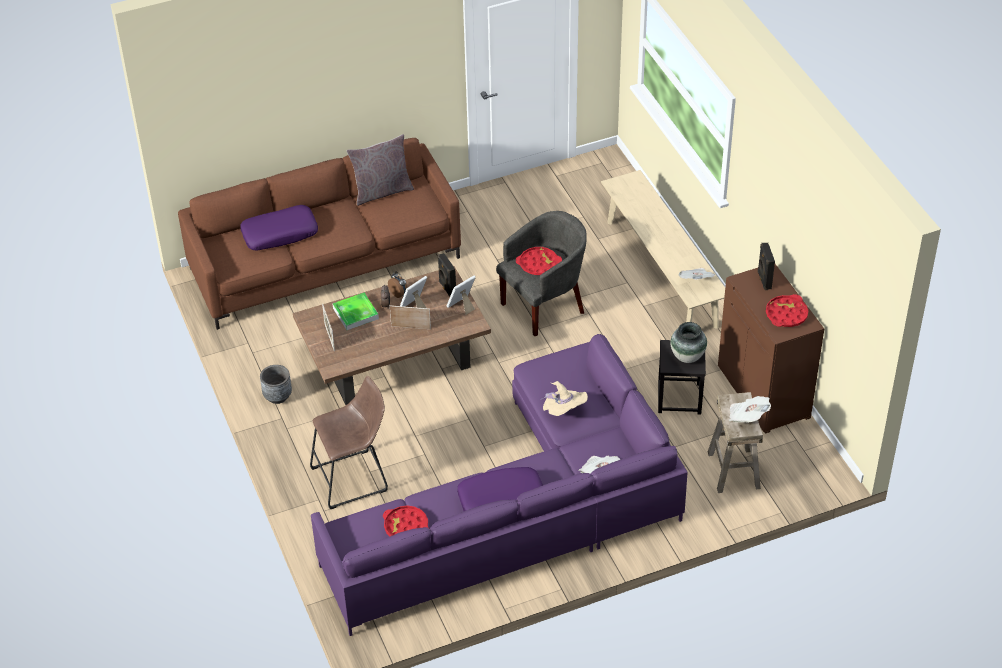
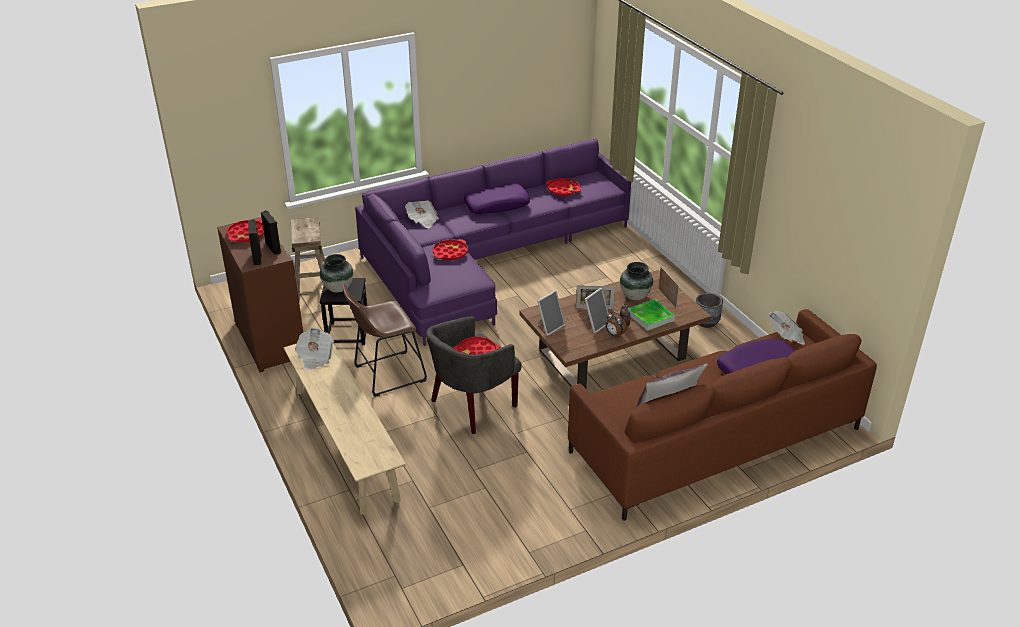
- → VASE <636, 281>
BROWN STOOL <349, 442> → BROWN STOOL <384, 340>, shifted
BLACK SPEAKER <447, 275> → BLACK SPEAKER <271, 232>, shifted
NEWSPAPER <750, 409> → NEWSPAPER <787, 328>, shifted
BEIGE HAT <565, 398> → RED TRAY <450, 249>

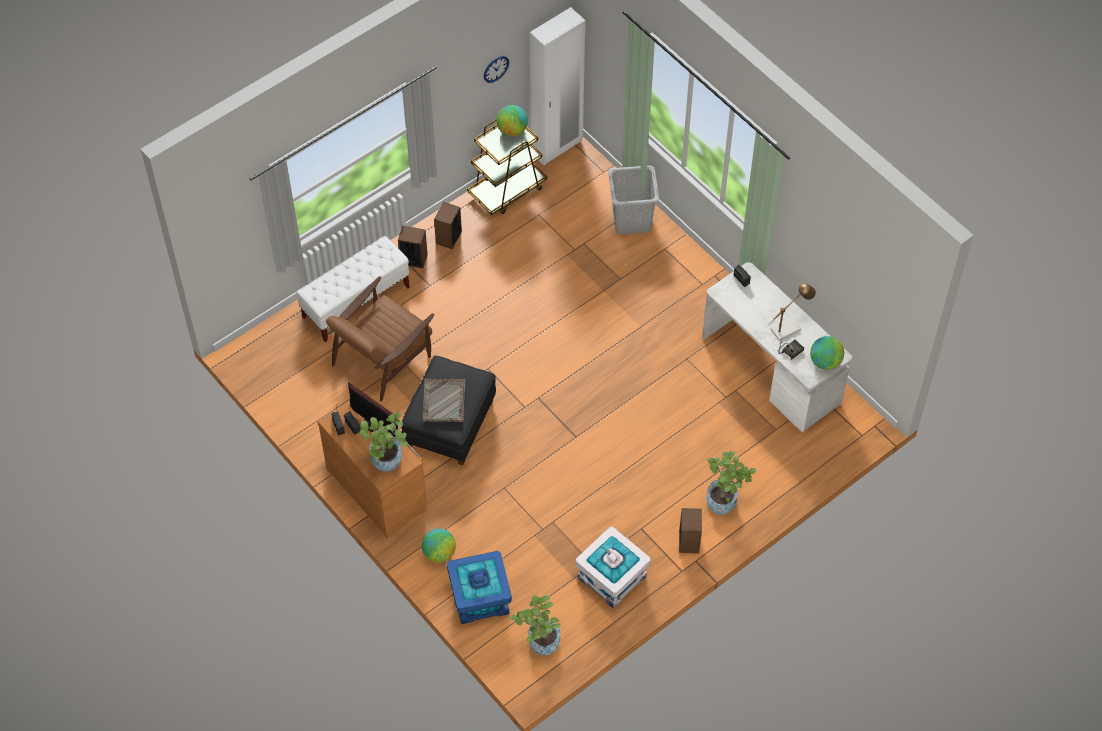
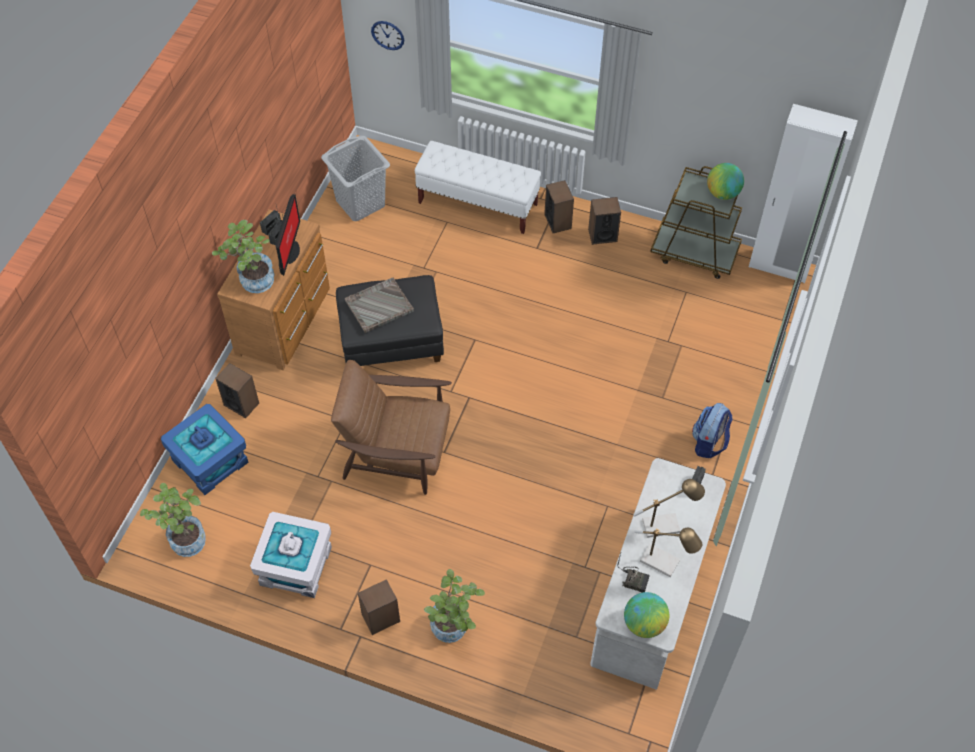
- → TABLE LAMP <669, 508>
- → BACKPACK <712, 430>
BROWN ARMCHAIR <380, 339> → BROWN ARMCHAIR <391, 427>, shifted
WALL CLOCK <496, 69> → WALL CLOCK <387, 35>, shifted
GREY LAUNDRY BASKET <633, 199> → GREY LAUNDRY BASKET <355, 178>, shifted
GLOBE <439, 546> → SPEAKER <237, 391>

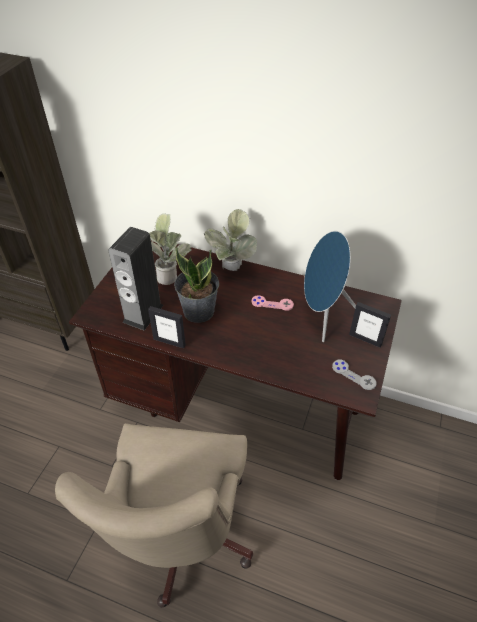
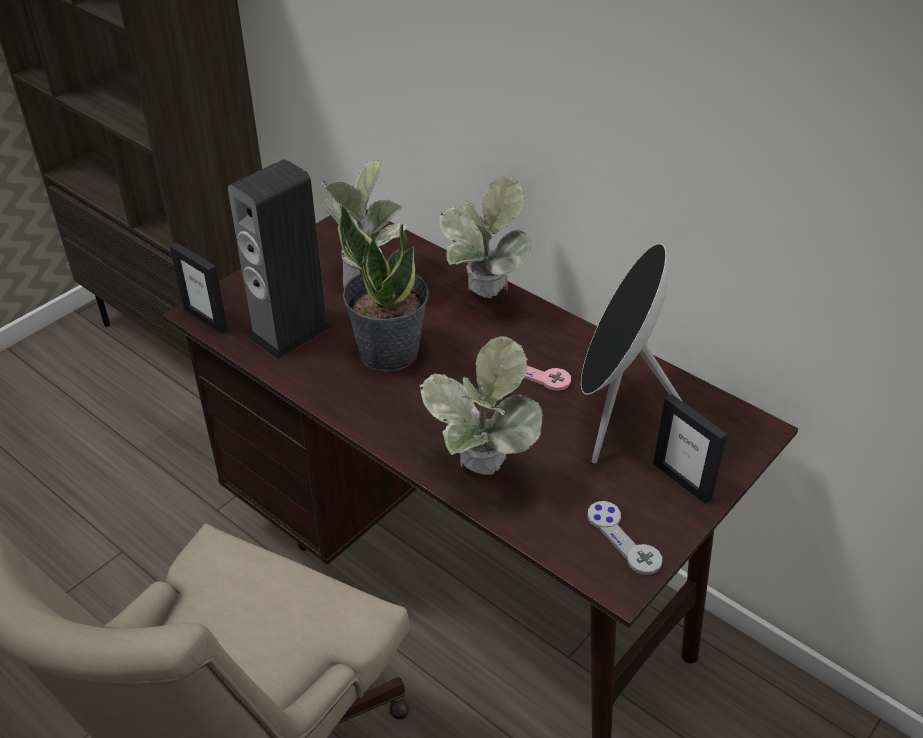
- → POTTED PLANT <481, 405>
PICTURE FRAME <167, 327> → PICTURE FRAME <199, 288>, shifted
BLUE SPEAKER <330, 286> → BLACK SPEAKER <632, 353>

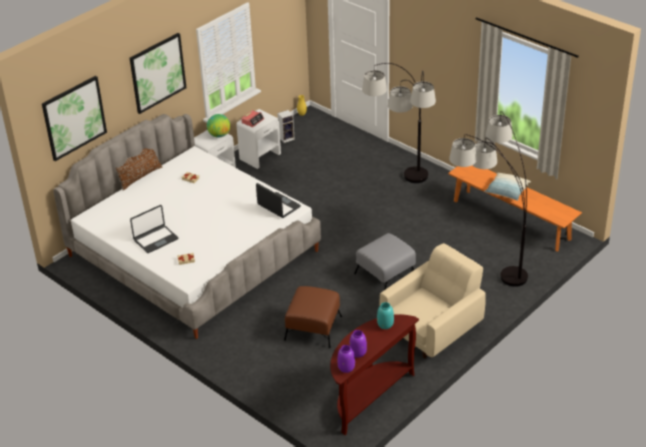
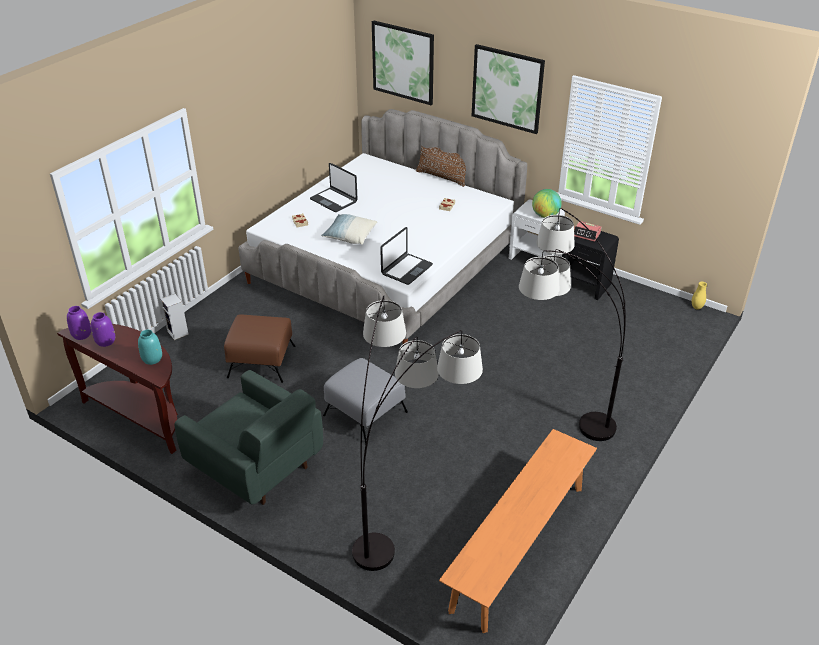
SPEAKER <286, 126> → SPEAKER <174, 317>, shifted
PILLOW <507, 187> → PILLOW <349, 229>, shifted
WHITE NIGHTSTAND <258, 139> → BLACK NIGHTSTAND <590, 265>
BEIGE ARMCHAIR <433, 301> → GREEN ARMCHAIR <249, 437>

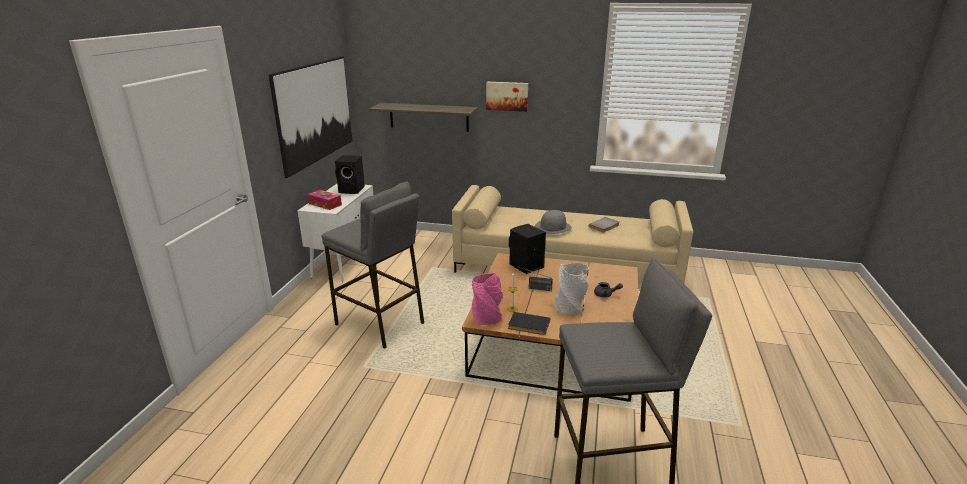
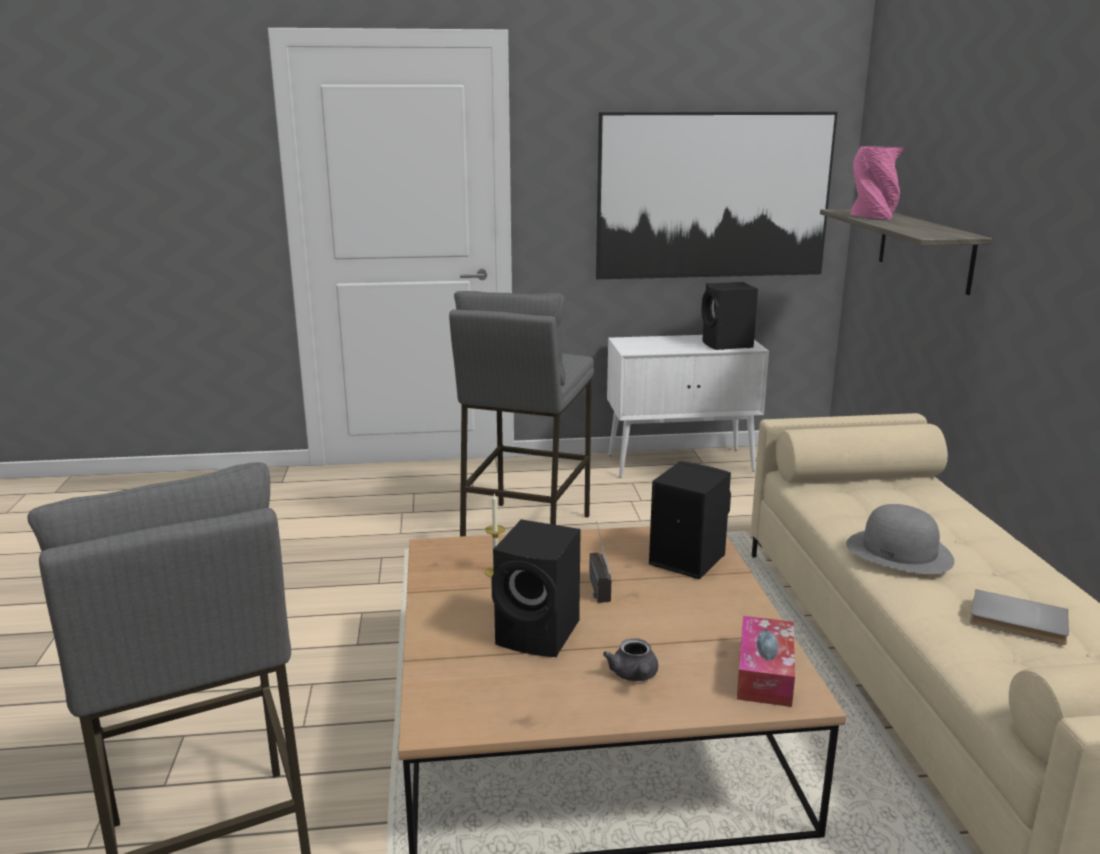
PICTURE <507, 97> → -
BLACK BOOK <529, 323> → -
TISSUE BOX <324, 200> → TISSUE BOX <766, 661>, shifted
PINK VASE <487, 299> → PINK VASE <877, 182>, shifted
GREY VASE <571, 288> → BLACK SPEAKER <536, 588>

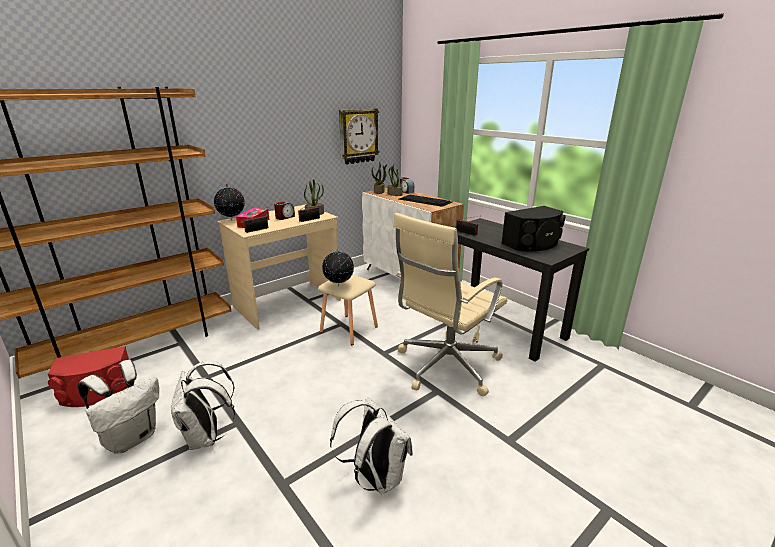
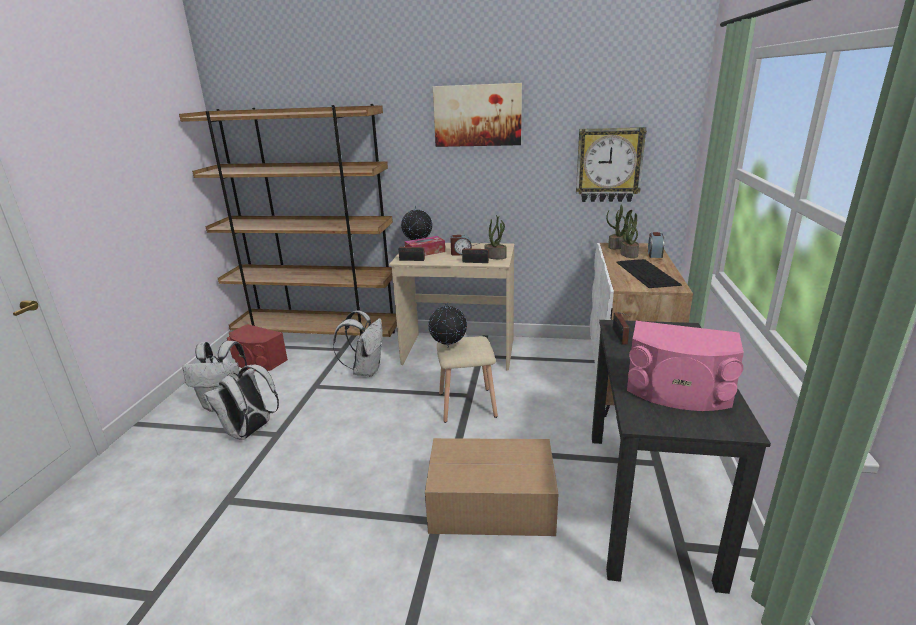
- → PICTURE <477, 115>
WHITE BACKPACK <371, 446> → WHITE BACKPACK <358, 343>, shifted
BEIGE OFFICE CHAIR <450, 304> → CARDBOARD BOX <491, 487>
BLACK SPEAKER <533, 229> → PINK SPEAKER <685, 366>

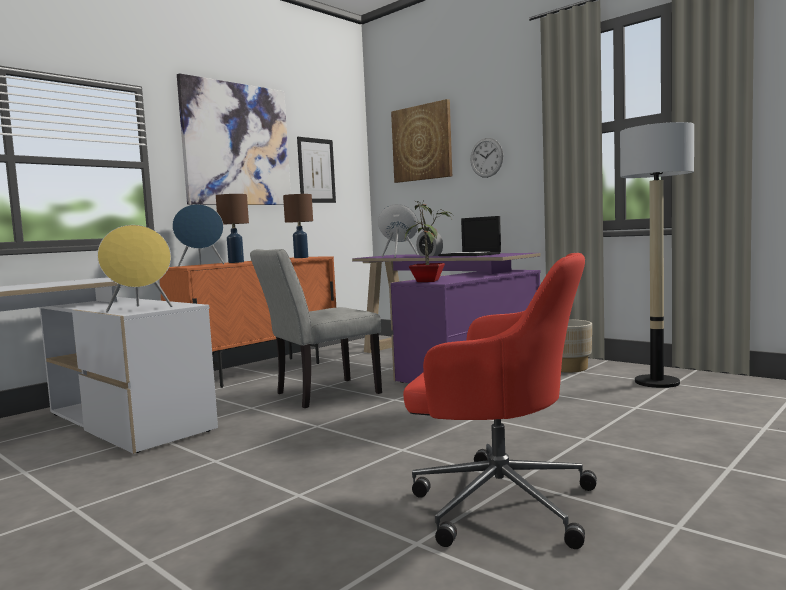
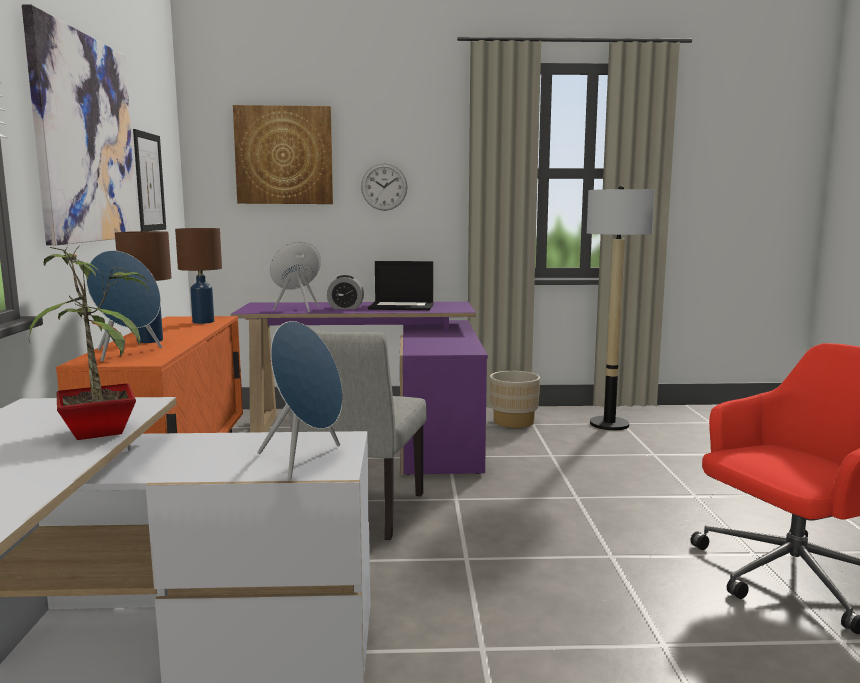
POTTED PLANT <429, 241> → POTTED PLANT <90, 342>, shifted
YELLOW SPEAKER <134, 269> → BLUE SPEAKER <300, 400>

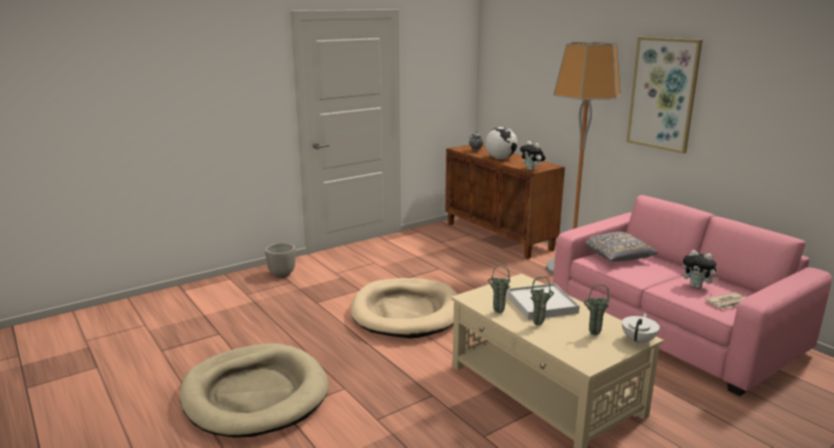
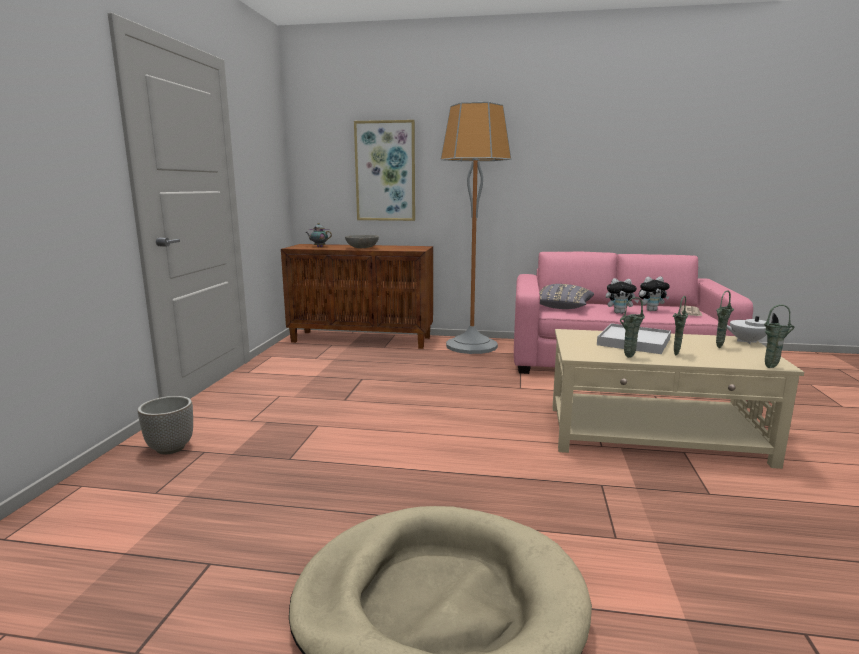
BEIGE DOG BED <404, 308> → -
- → GREEN VASE <779, 336>
PLUSH TOY <532, 156> → PLUSH TOY <622, 296>, shifted
PICTURE <664, 95> → PICTURE <384, 170>, shifted
GLOBE <501, 143> → GREY BOWL <362, 241>
WHITE TEAPOT <641, 329> → WHITE TEAPOT <753, 328>, 60 degrees counterclockwise

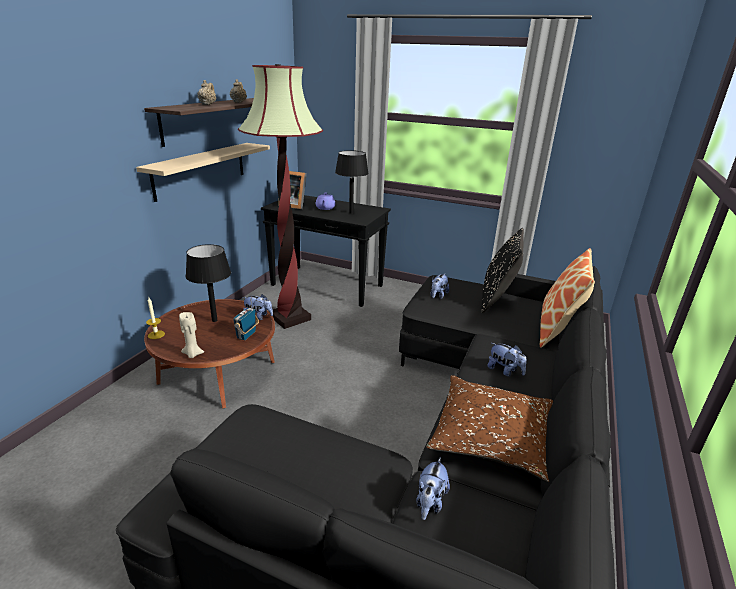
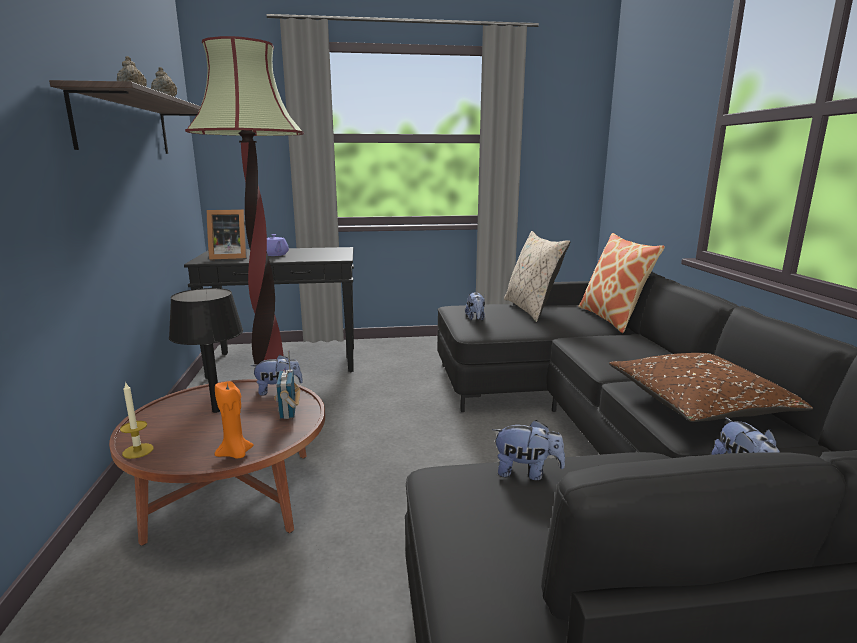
BEIGE SHELF <203, 172> → -
BLACK TABLE LAMP <352, 182> → -
PLUSH TOY <507, 360> → PLUSH TOY <528, 450>, shifted
BEIGE CANDLE <191, 335> → ORANGE CANDLE <234, 420>
BLACK PILLOW <502, 271> → BEIGE PILLOW <537, 276>

